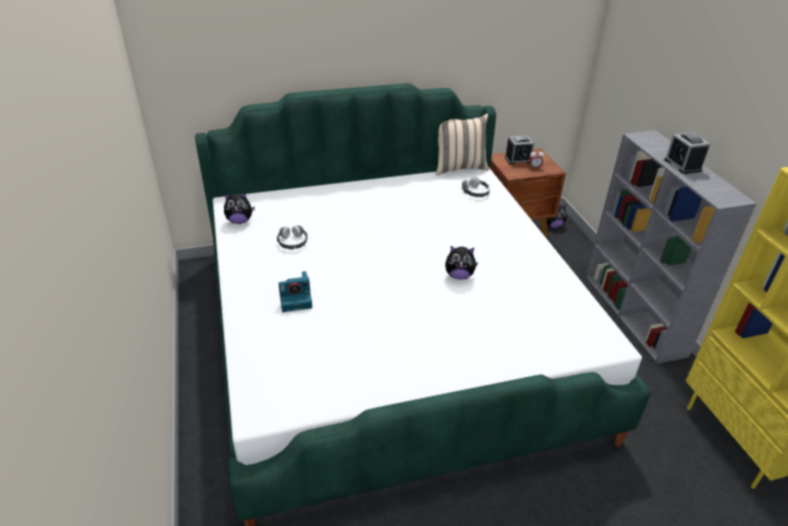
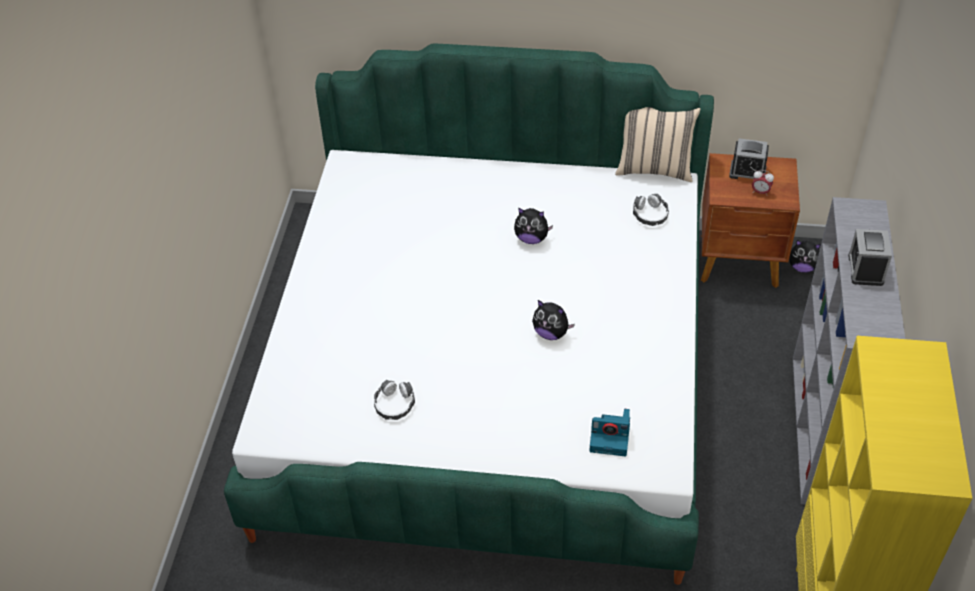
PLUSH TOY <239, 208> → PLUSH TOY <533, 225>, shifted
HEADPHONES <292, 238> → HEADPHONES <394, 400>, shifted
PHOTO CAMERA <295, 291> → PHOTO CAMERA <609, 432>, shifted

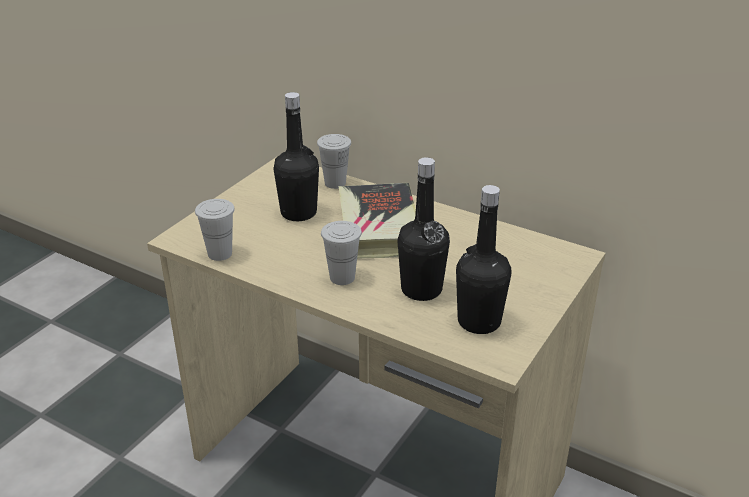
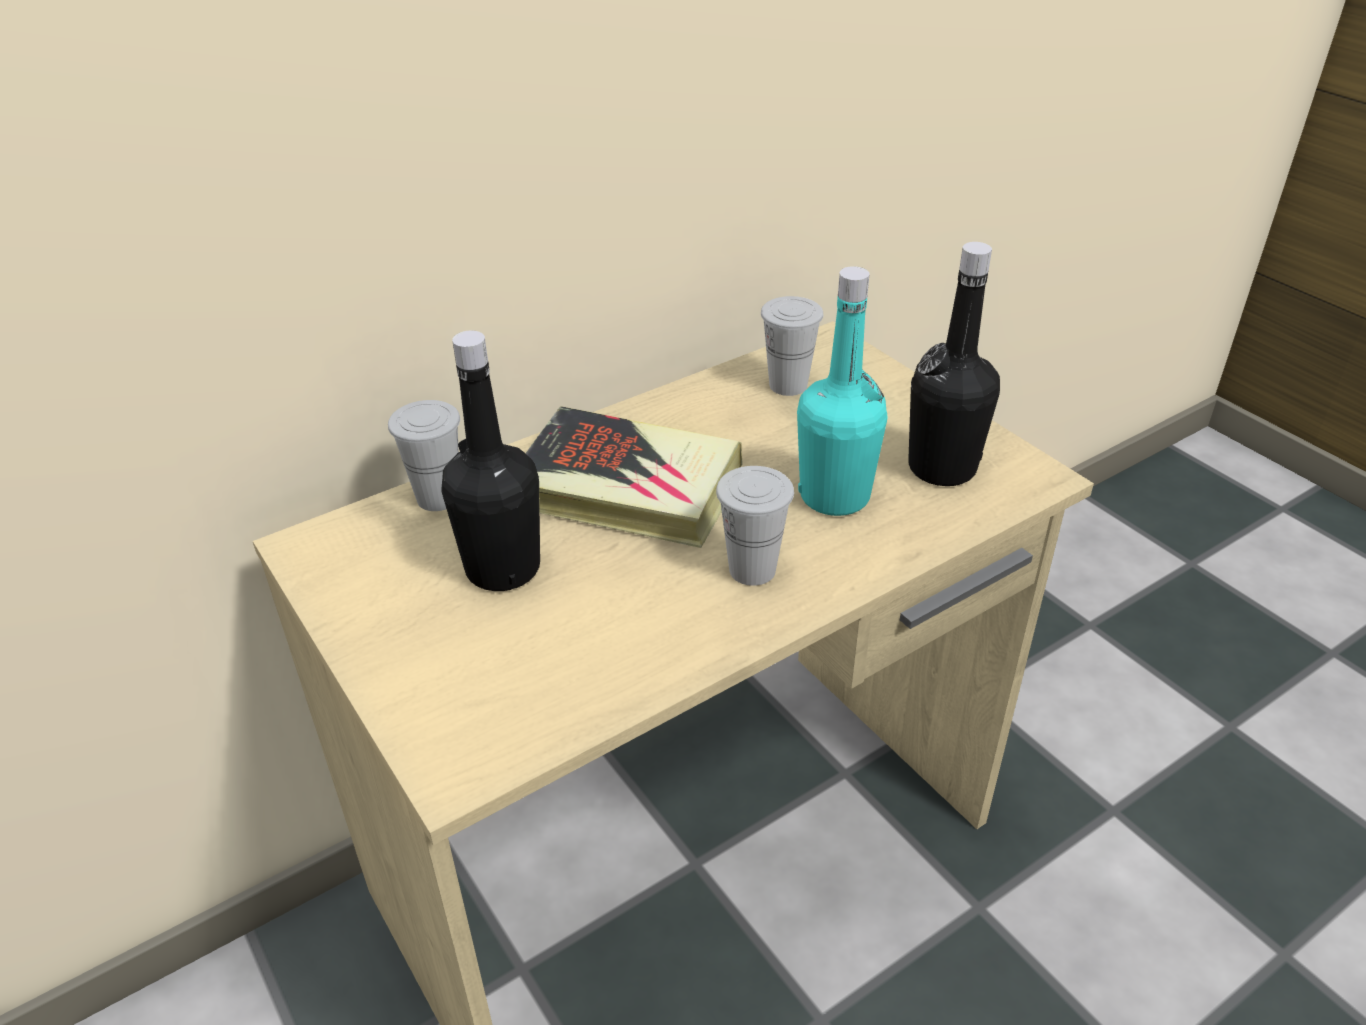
WHITE CUP <215, 230> → WHITE CUP <792, 346>, shifted
BLACK BOTTLE <423, 229> → TURQUOISE BOTTLE <842, 391>

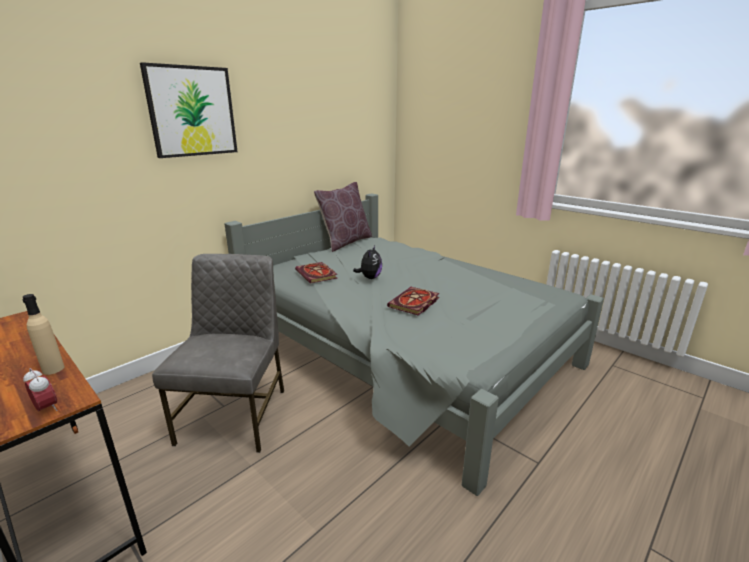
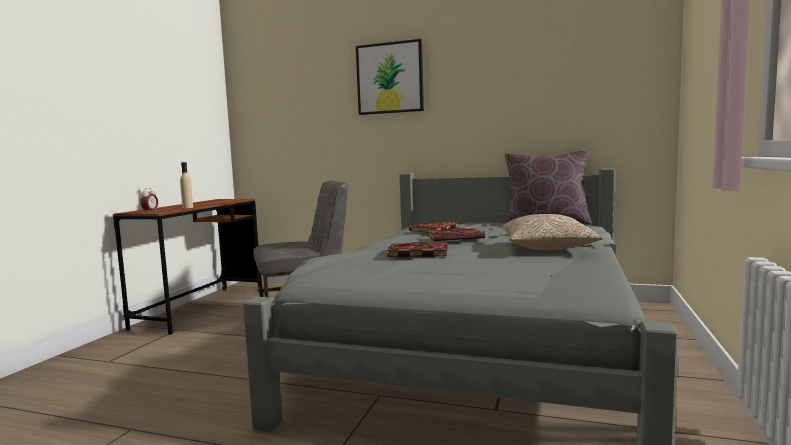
- → PILLOW <552, 232>
PLUSH TOY <367, 262> → BOOK <456, 234>

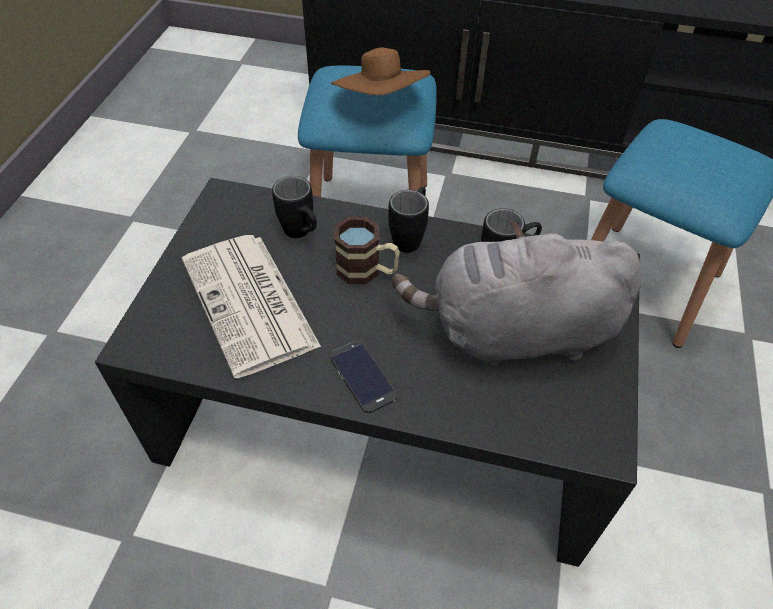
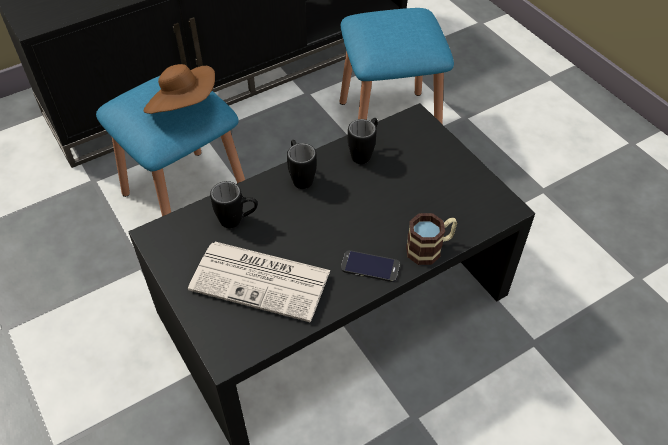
GREY PLUSH TOY <517, 294> → -
MUG <367, 250> → MUG <431, 239>, shifted

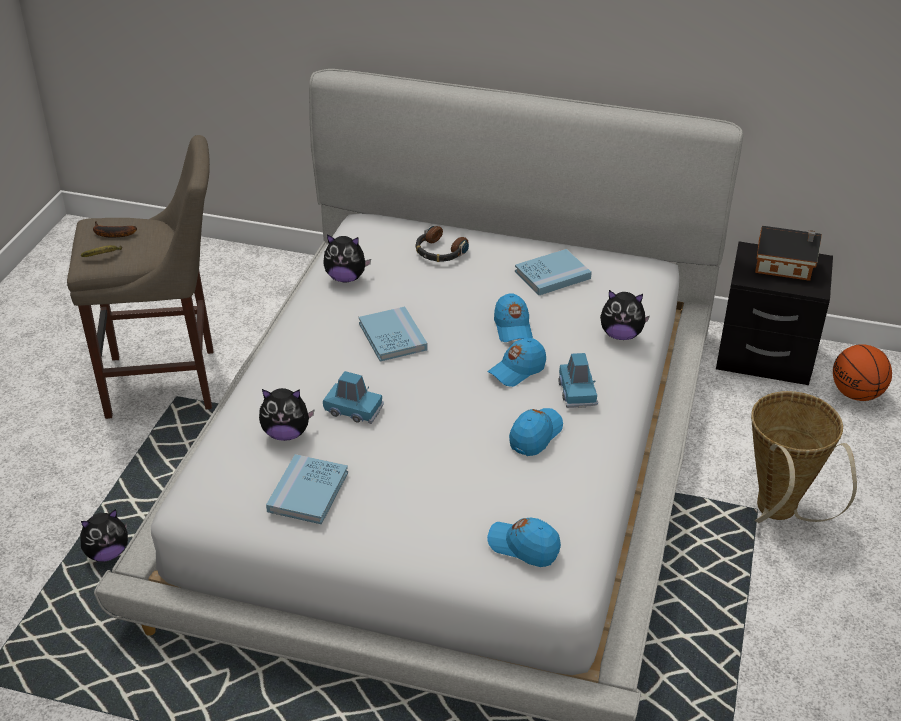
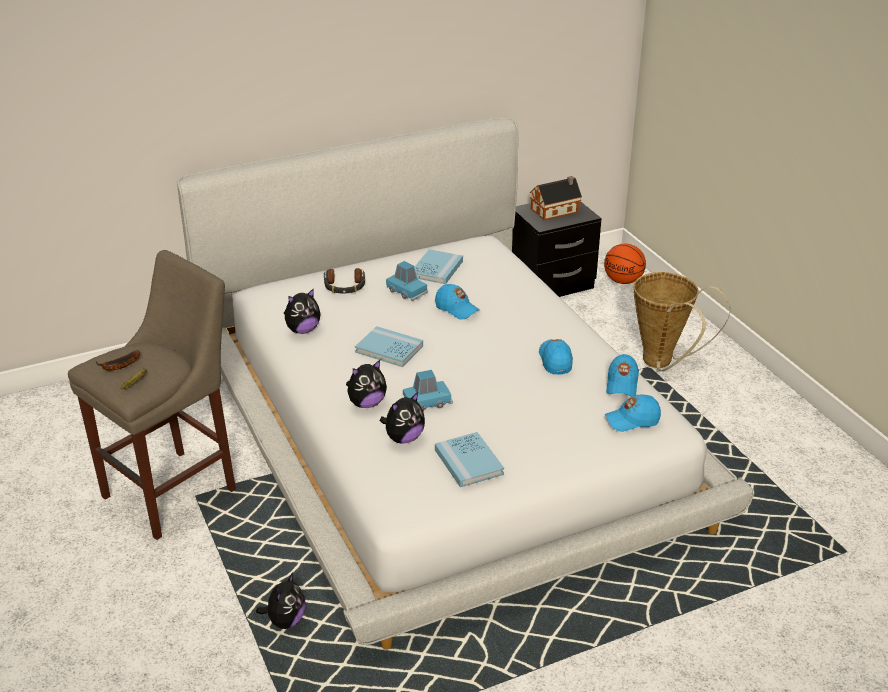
BLUE CAP <516, 362> → BLUE CAP <622, 375>, shifted
BLUE TOY CAR <578, 380> → BLUE TOY CAR <407, 281>, shifted
PLUSH TOY <625, 315> → PLUSH TOY <366, 384>, shifted

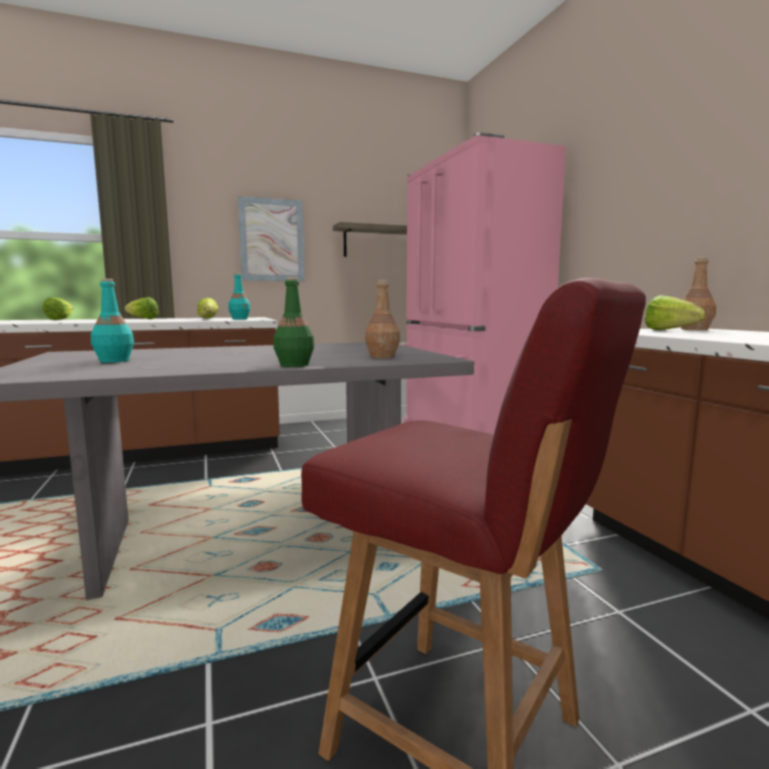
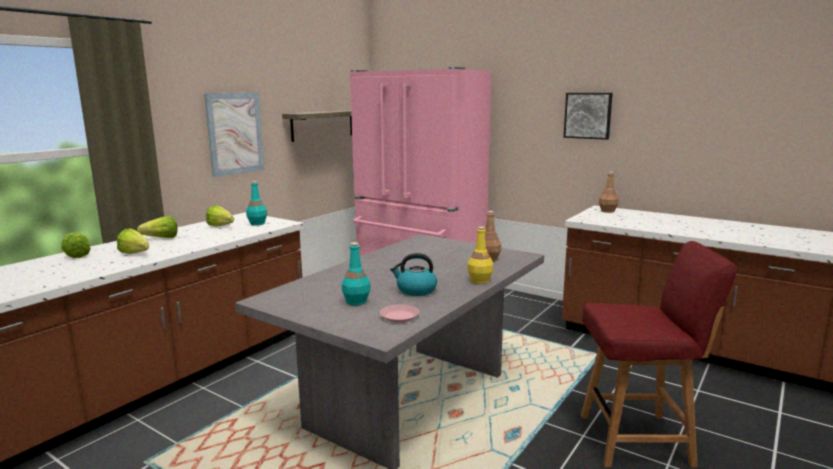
- → PINK PLATE <399, 313>
- → KETTLE <413, 274>
- → PICTURE <588, 116>
LETTUCE <674, 312> → LETTUCE <133, 241>, shifted
GREEN BOTTLE <293, 322> → YELLOW BOTTLE <480, 255>

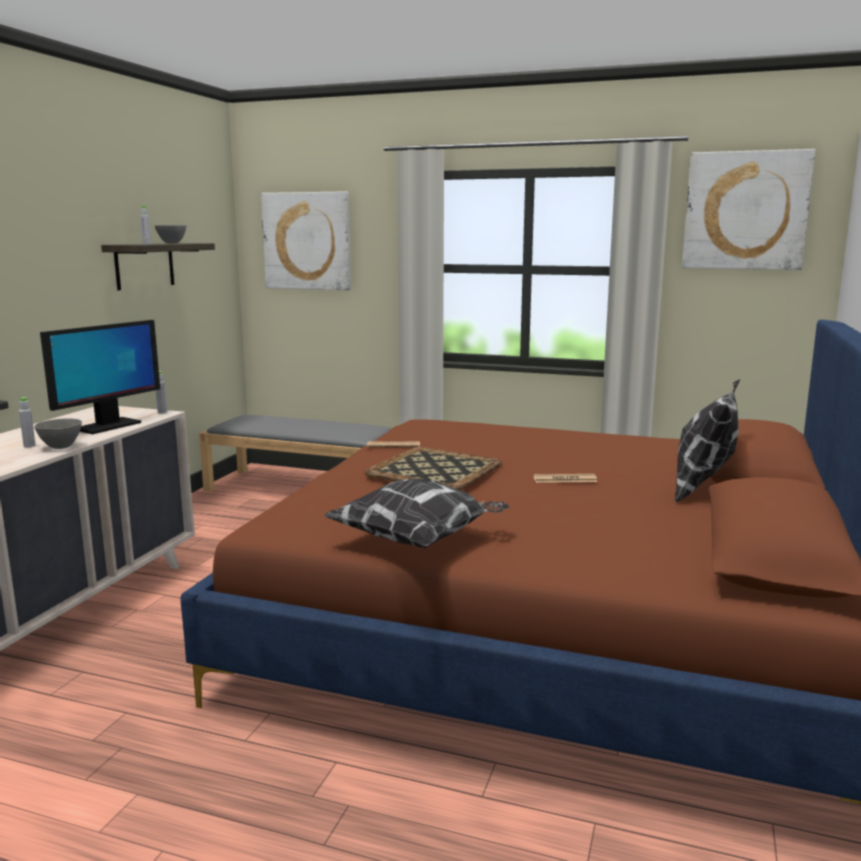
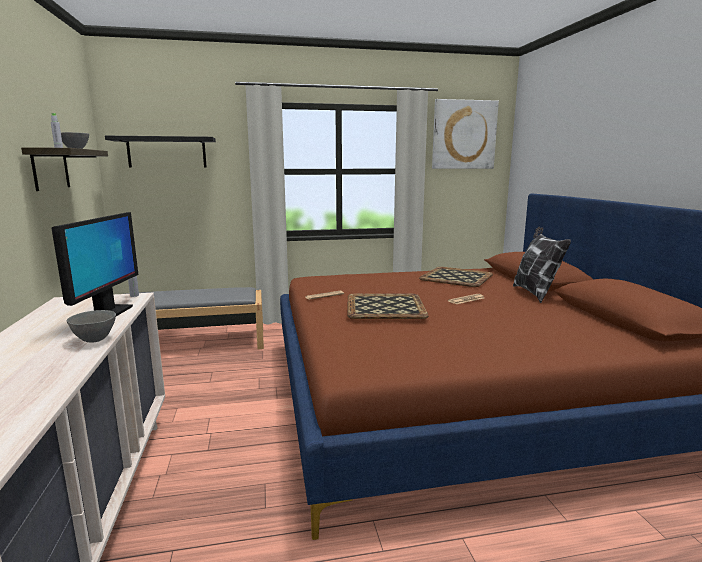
GREY BOTTLE <27, 422> → -
PILLOW <416, 513> → -
- → TRAY <456, 277>
PICTURE <306, 240> → BLACK SHELF <160, 152>

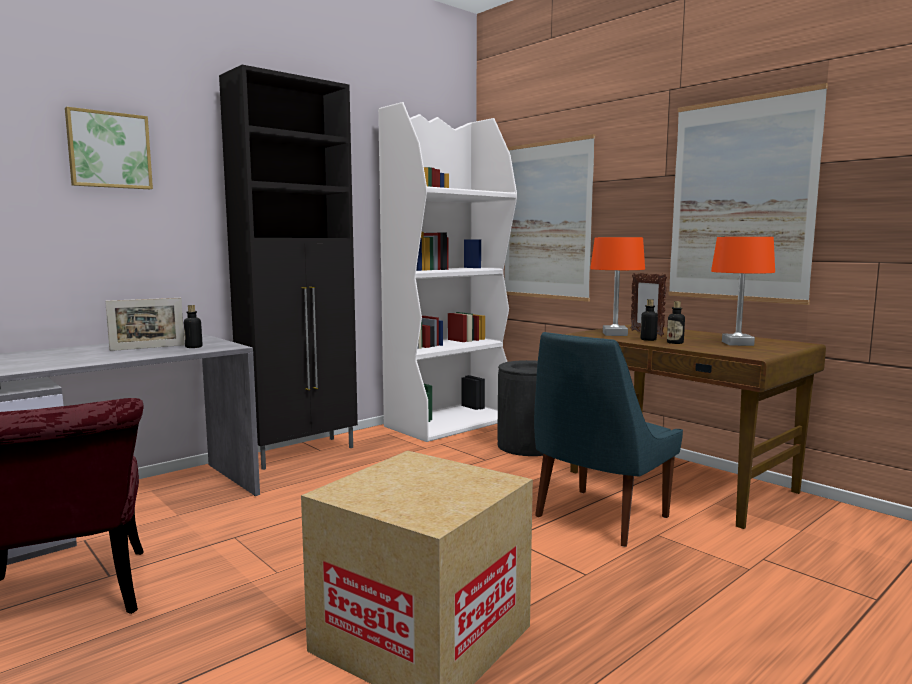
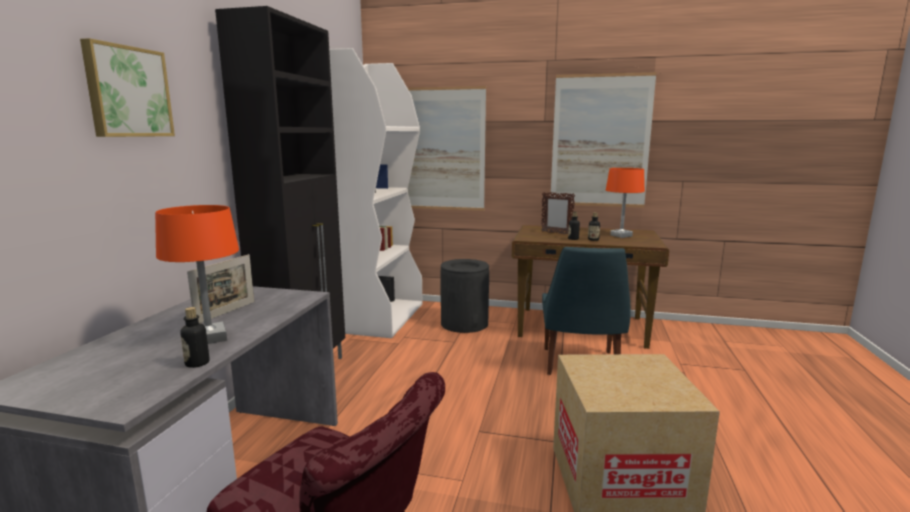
BOTTLE <193, 326> → BOTTLE <194, 337>, shifted
ORANGE TABLE LAMP <617, 286> → ORANGE TABLE LAMP <197, 274>, shifted

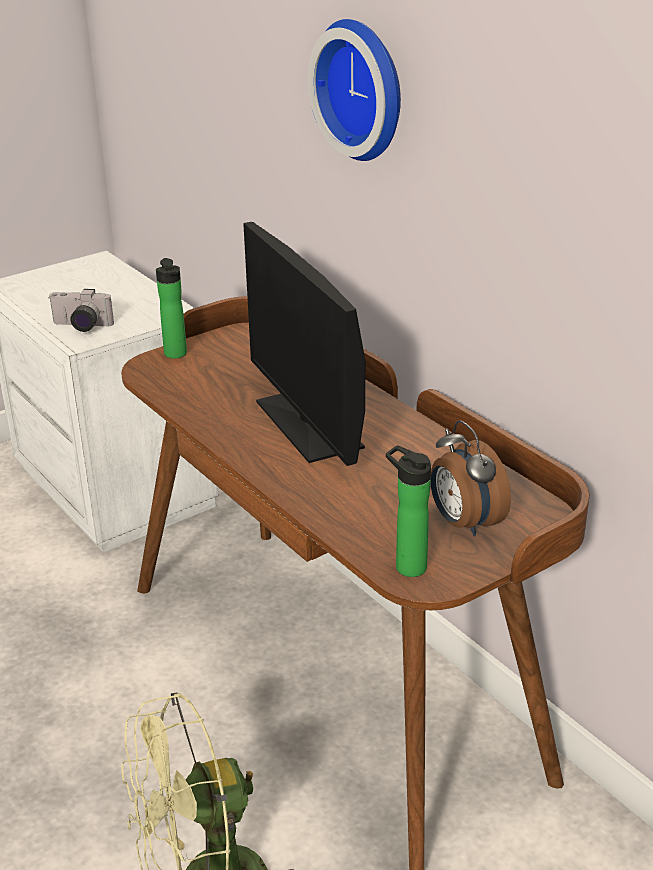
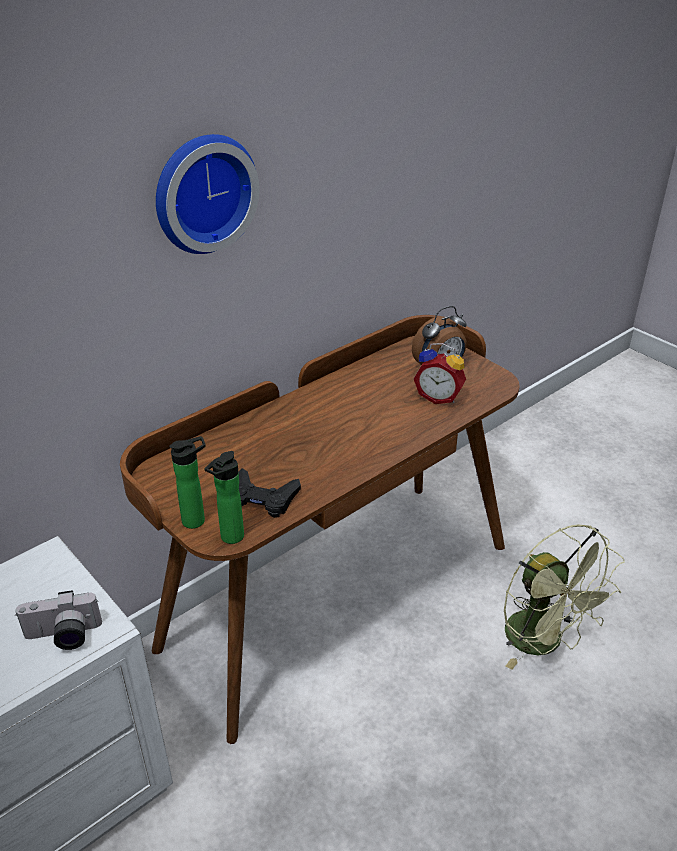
MONITOR <304, 344> → -
- → BLACK GAME CONTROLLER <269, 493>
- → ALARM CLOCK <440, 373>
BOTTLE <408, 511> → BOTTLE <224, 497>, shifted
PHOTO CAMERA <81, 310> → PHOTO CAMERA <58, 620>, 75 degrees clockwise

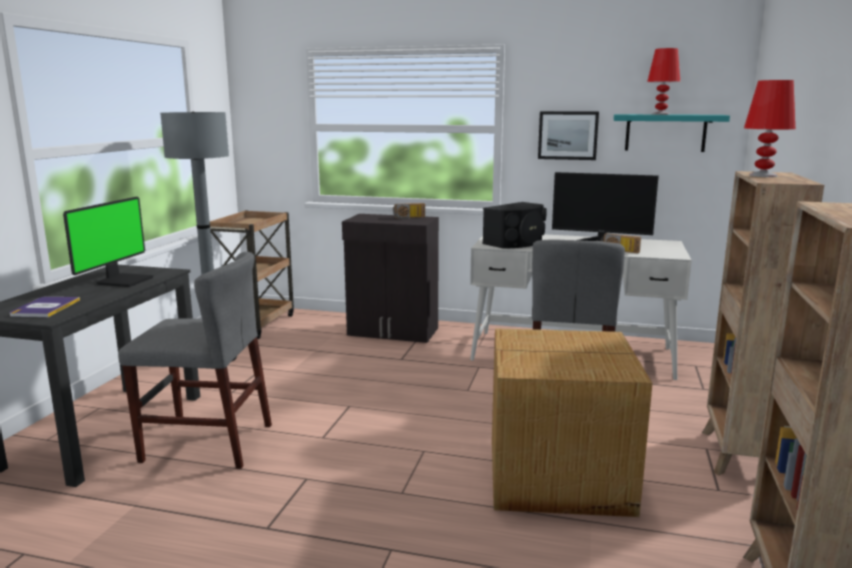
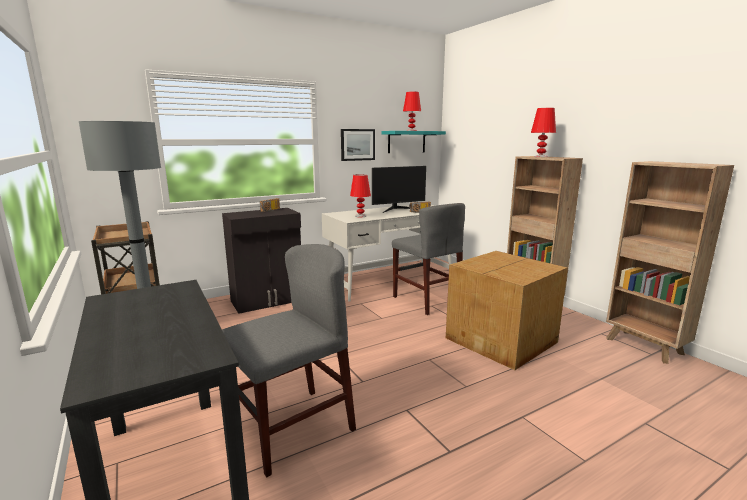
BOOK <44, 307> → -
MONITOR <108, 242> → -
BLACK SPEAKER <515, 225> → RED TABLE LAMP <360, 195>

